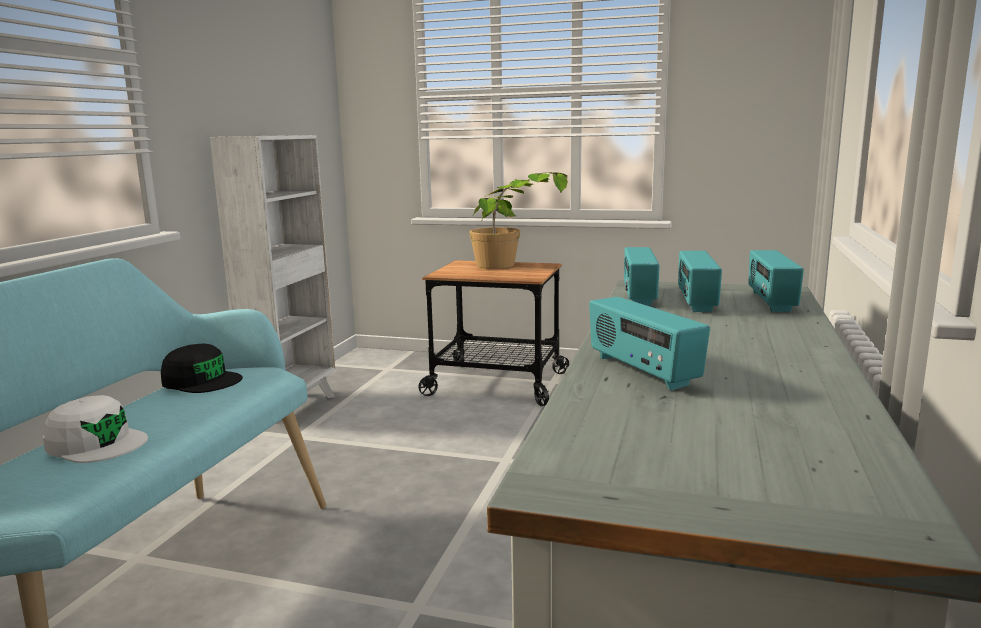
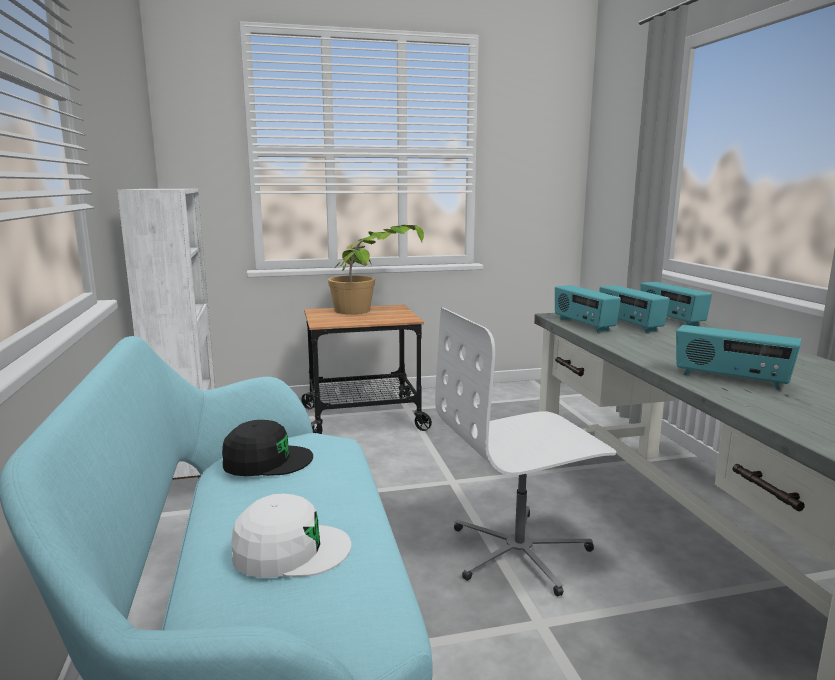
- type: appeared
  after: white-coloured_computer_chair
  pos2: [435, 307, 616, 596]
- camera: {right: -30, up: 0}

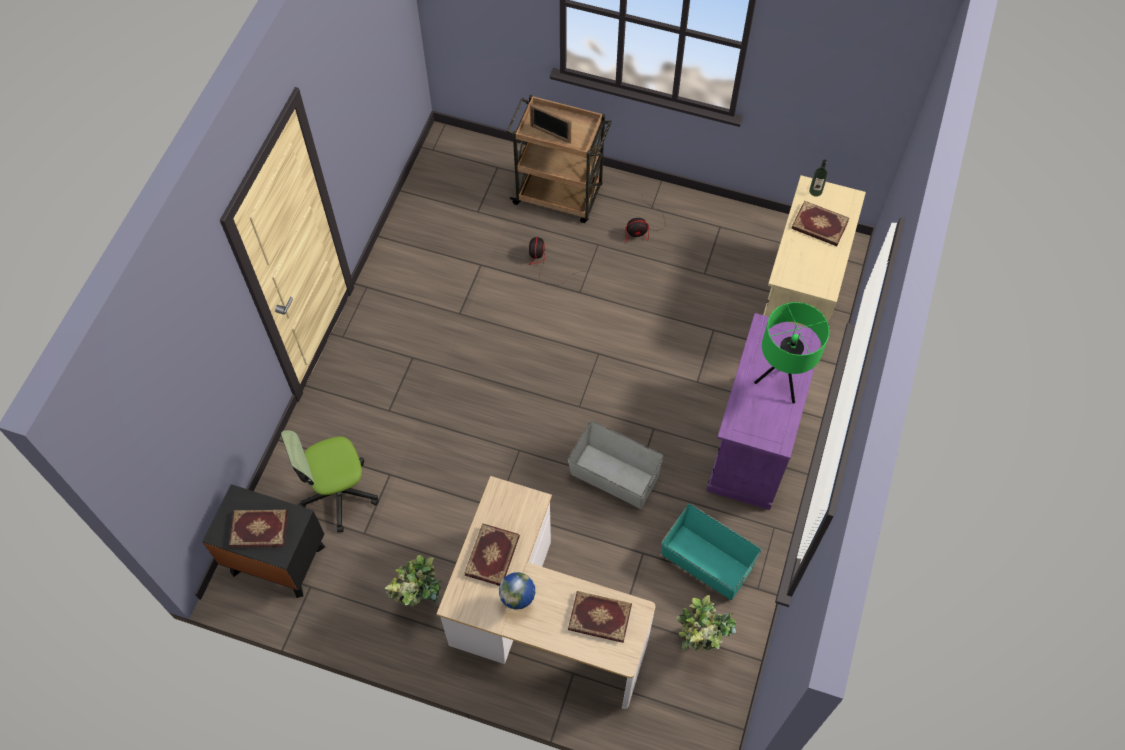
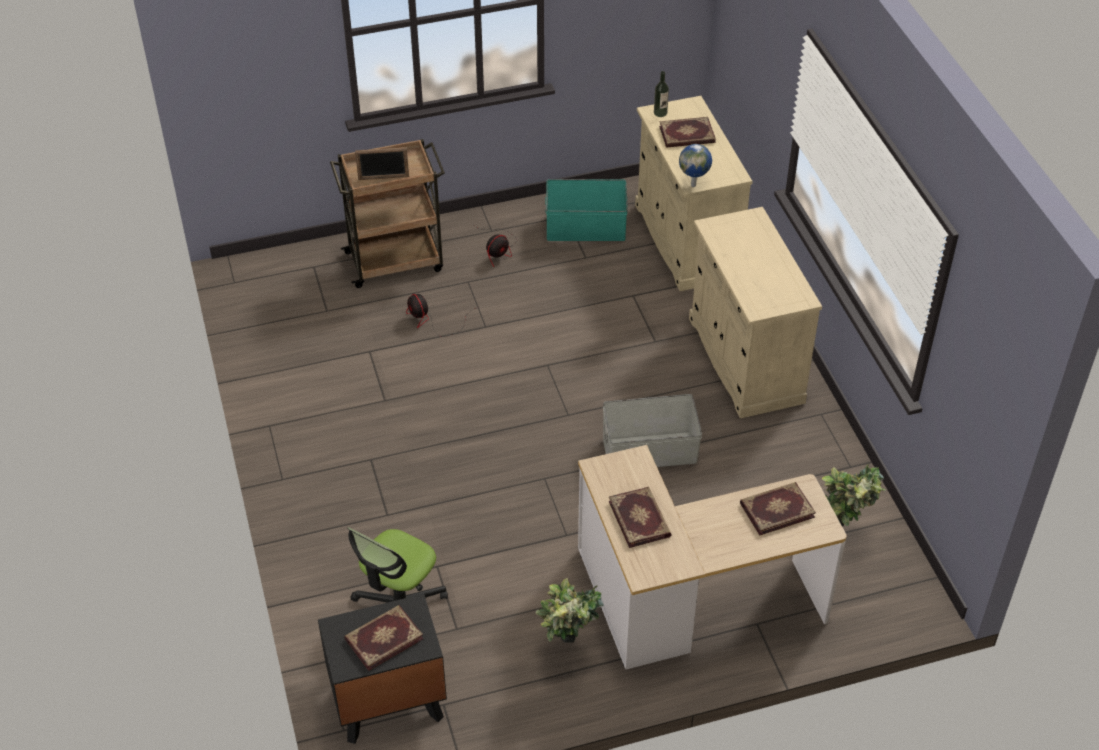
- type: missing
  before: green-coloured_table_lamp
  pos1: [754, 302, 829, 404]
- type: relocated
  before: desk_globe
  pos1: [499, 572, 535, 610]
  pos2: [679, 144, 712, 187]
- type: relocated
  before: turquoise-coloured_storage_bin
  pos1: [661, 504, 761, 600]
  pos2: [545, 179, 628, 241]
- type: colour
  before: purple-coloured_cabinet
  after: beige_cabinet
  pos1: [707, 313, 821, 510]
  pos2: [689, 207, 822, 418]
- camera: {right: -35, up: -15}

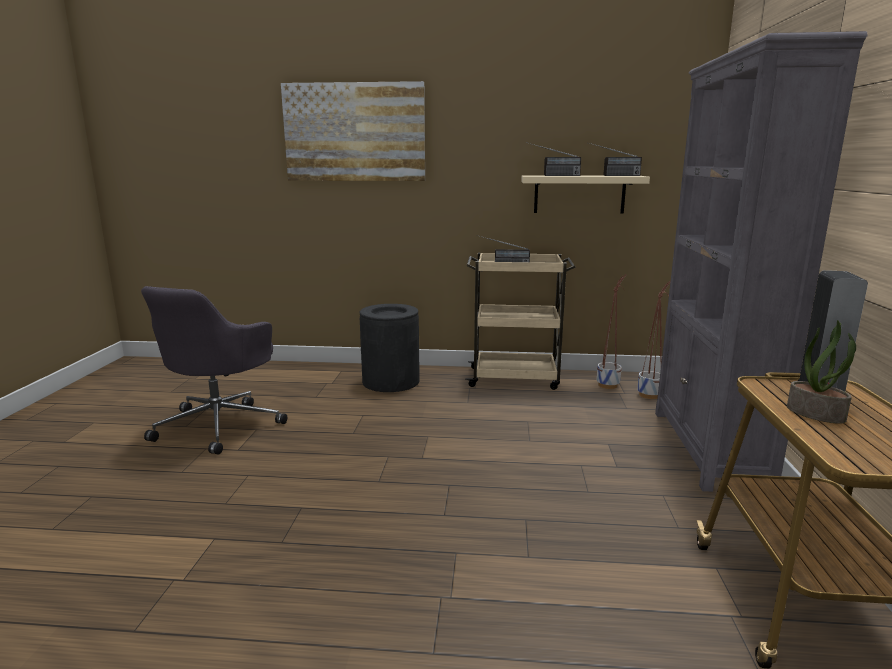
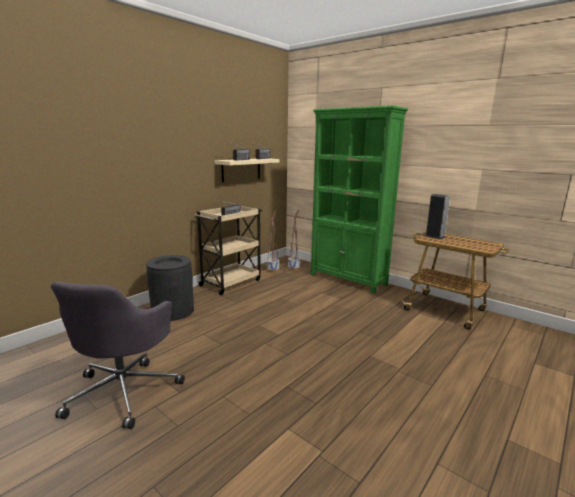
- type: missing
  before: wall_art
  pos1: [281, 81, 425, 181]
- type: missing
  before: plant_in_a_pot
  pos1: [787, 320, 856, 424]
- type: colour
  before: gray_shelving_unit
  after: green-coloured_shelving_unit
  pos1: [655, 31, 867, 492]
  pos2: [310, 105, 408, 294]
- type: spun
  before: gray_computer_chair
  pos1: [141, 286, 287, 454]
  pos2: [51, 282, 185, 429]
  turn: 45
- camera: {right: -55, up: 0}

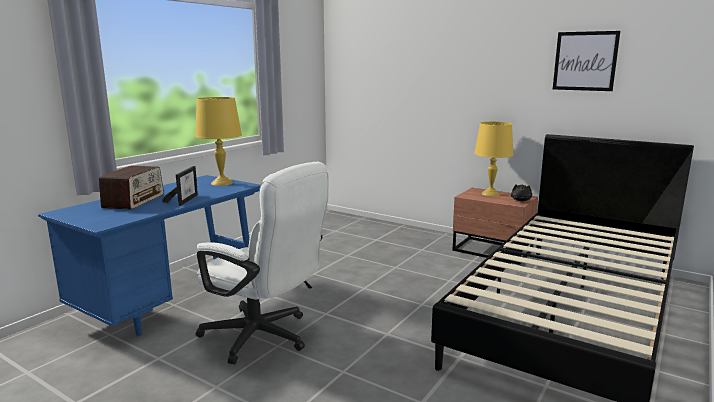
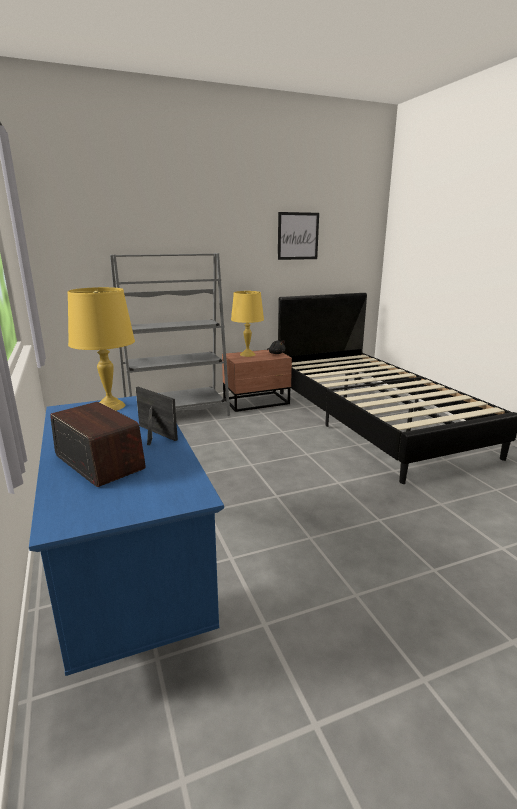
- type: missing
  before: white-coloured_computer_chair
  pos1: [196, 162, 329, 364]
- type: appeared
  after: gray_shelving_unit
  pos2: [110, 253, 230, 416]
- camera: {right: -55, up: 5}

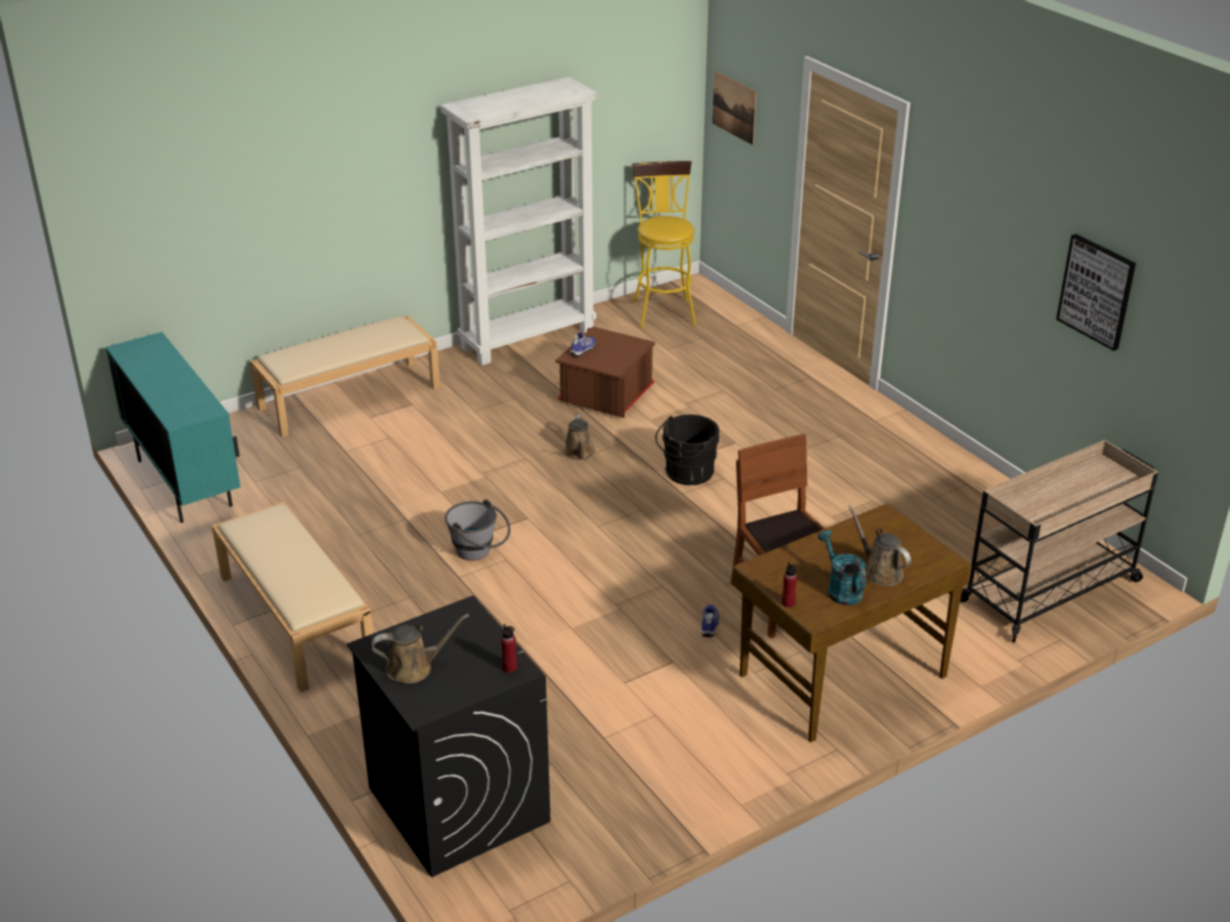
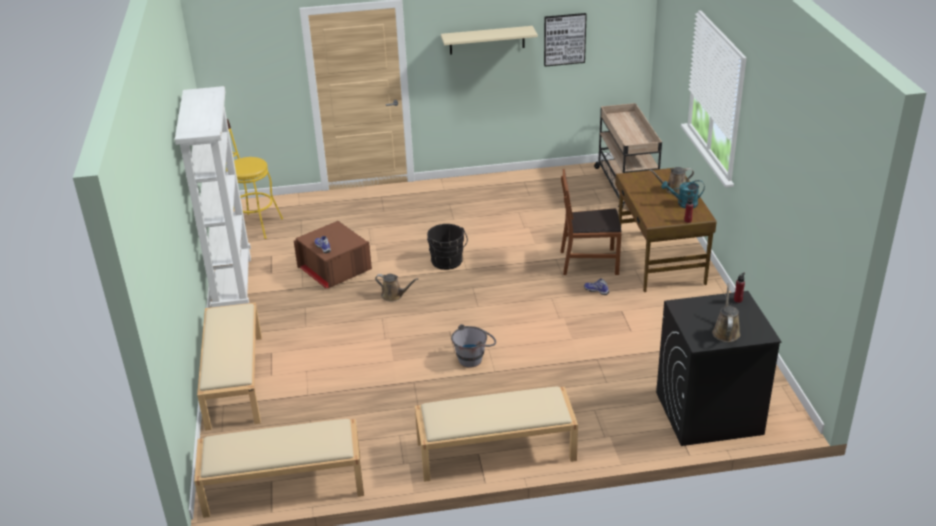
- type: missing
  before: wall_art
  pos1: [712, 71, 757, 145]
- type: appeared
  after: beige_shelf
  pos2: [441, 26, 538, 55]
- type: exchanged
  before: turquoise-coloured_cabinet
  after: beige_indoor_bench
  pos1: [106, 332, 241, 523]
  pos2: [194, 419, 364, 518]
- camera: {right: -65, up: 0}

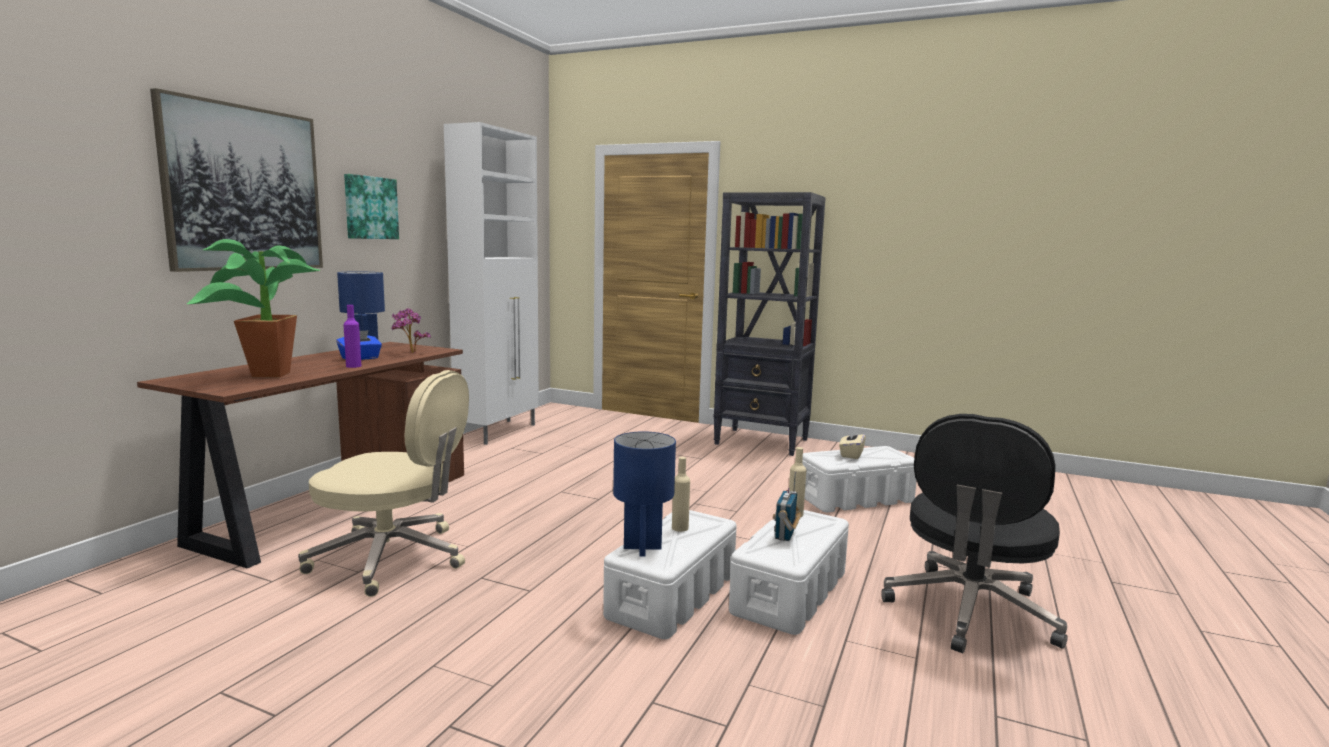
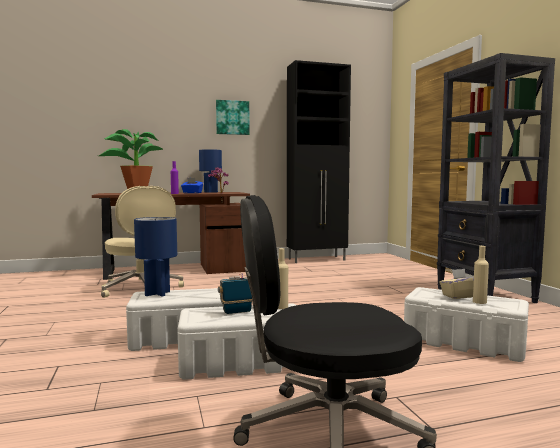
- type: missing
  before: wall_art
  pos1: [150, 88, 323, 272]
- type: relocated
  before: beige_beverage_bottle
  pos1: [672, 457, 690, 532]
  pos2: [473, 246, 489, 304]
- type: colour
  before: white-coloured_cabinet
  after: black_cabinet
  pos1: [444, 122, 539, 445]
  pos2: [287, 60, 351, 263]
- camera: {right: 50, up: -5}

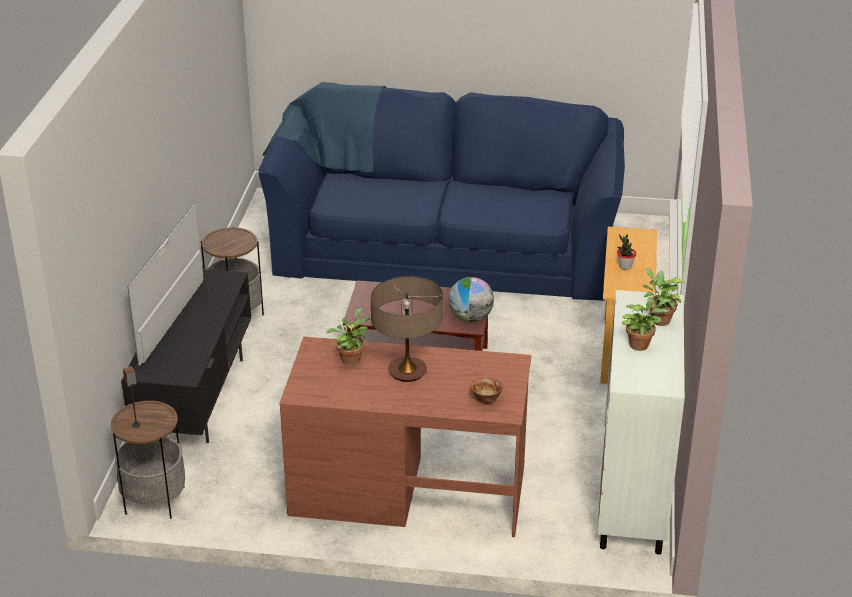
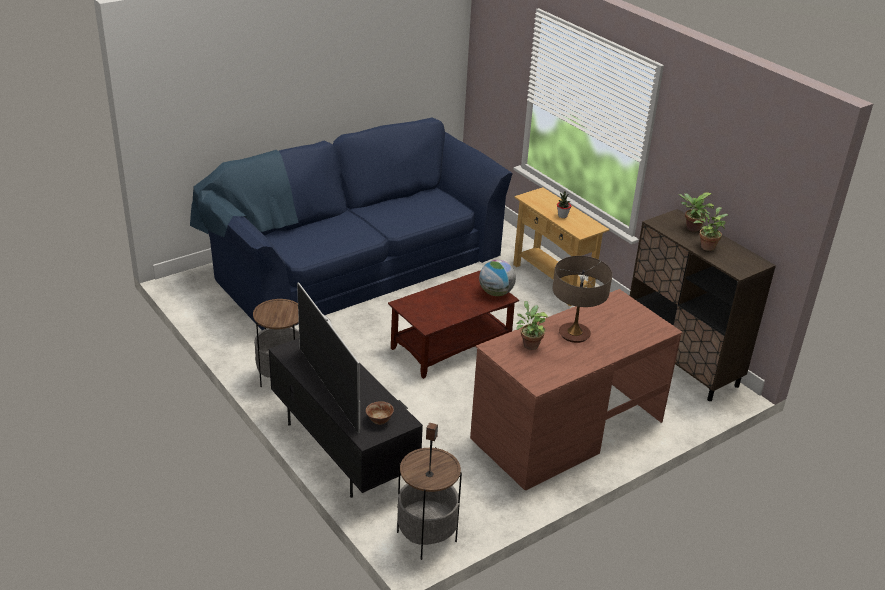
- type: relocated
  before: deep_dish
  pos1: [470, 377, 504, 404]
  pos2: [366, 401, 394, 425]
- type: colour
  before: white-coloured_cabinet
  after: brownish_cabinet
  pos1: [598, 290, 685, 555]
  pos2: [630, 209, 776, 401]
- camera: {right: -45, up: 0}

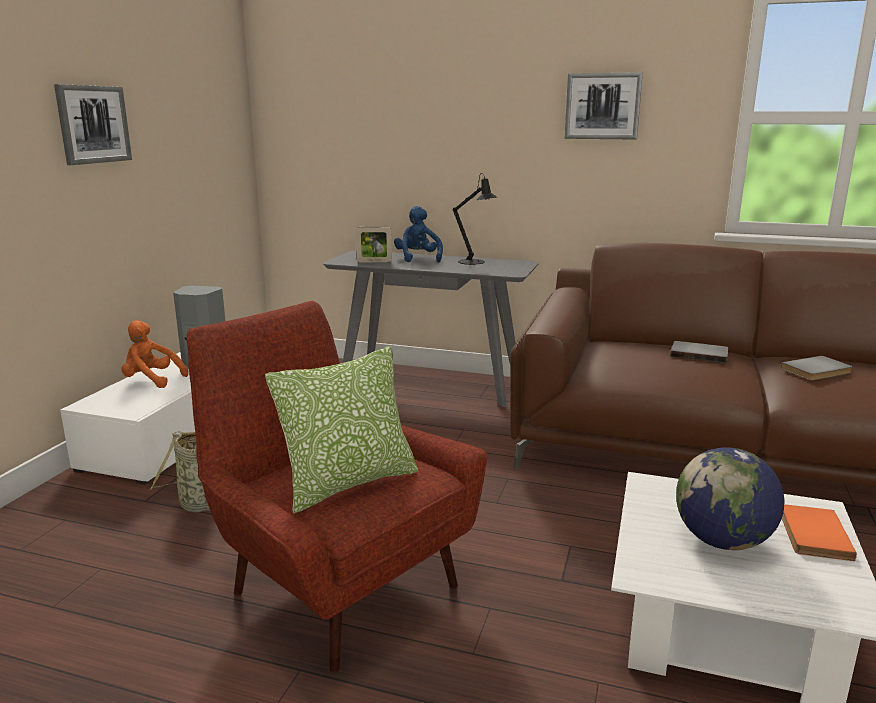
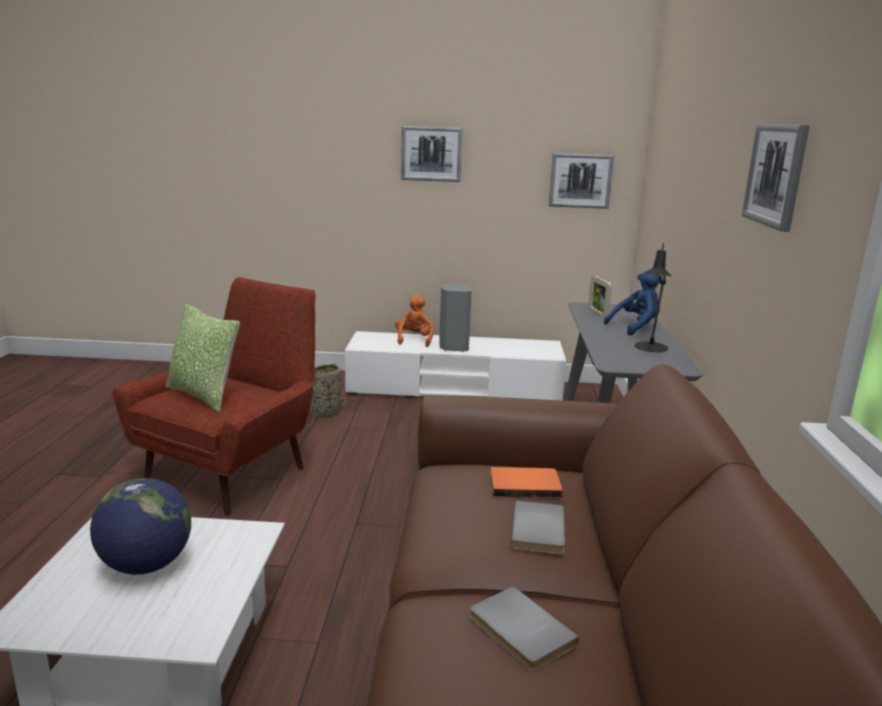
- type: appeared
  after: wall_art
  pos2: [549, 153, 614, 209]
- type: relocated
  before: orangey_volume
  pos1: [782, 504, 857, 561]
  pos2: [490, 467, 563, 498]
- camera: {right: 75, up: 0}

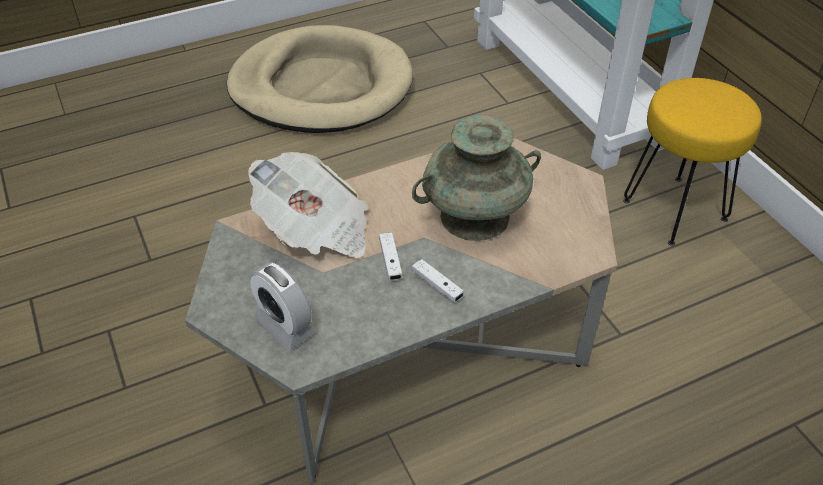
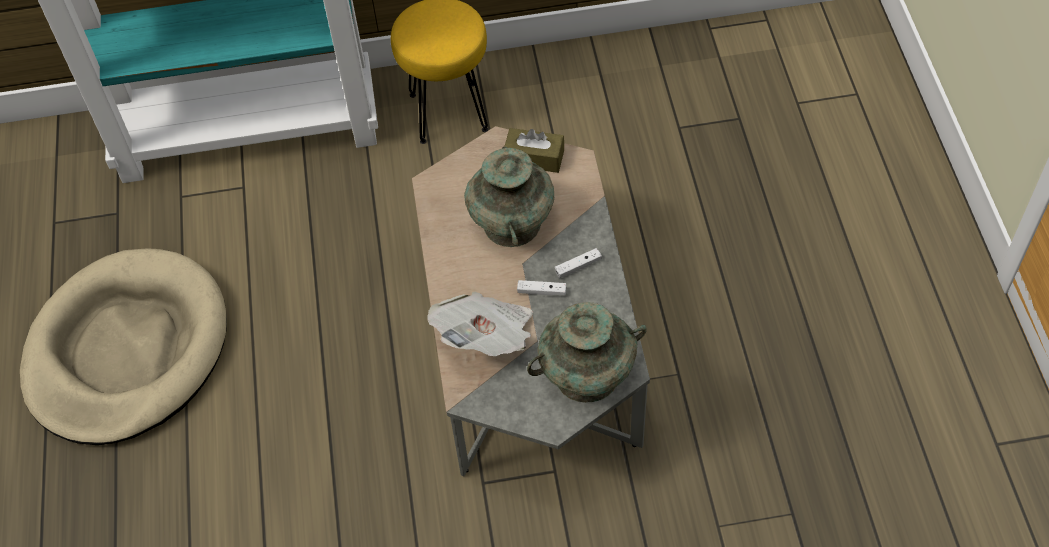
- type: appeared
  after: brownish_tissue_box
  pos2: [505, 128, 564, 173]
- type: exchanged
  before: table_clock
  after: turquoise-coloured_decorative_vase
  pos1: [250, 262, 316, 351]
  pos2: [527, 302, 647, 403]
- camera: {right: -70, up: 10}

